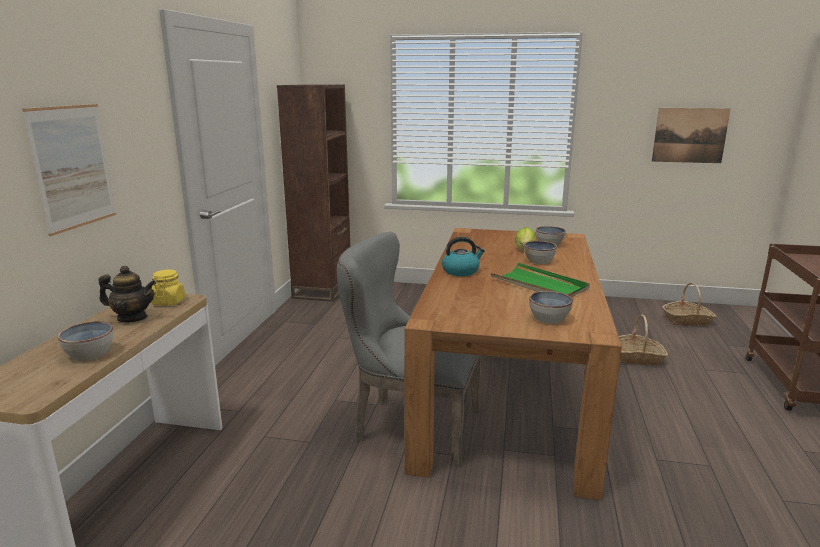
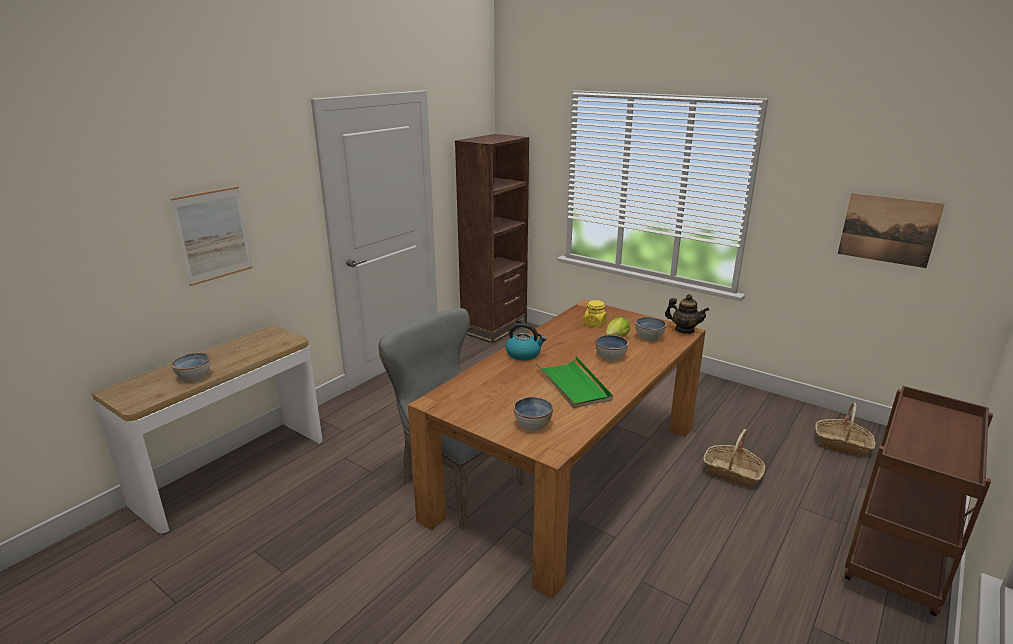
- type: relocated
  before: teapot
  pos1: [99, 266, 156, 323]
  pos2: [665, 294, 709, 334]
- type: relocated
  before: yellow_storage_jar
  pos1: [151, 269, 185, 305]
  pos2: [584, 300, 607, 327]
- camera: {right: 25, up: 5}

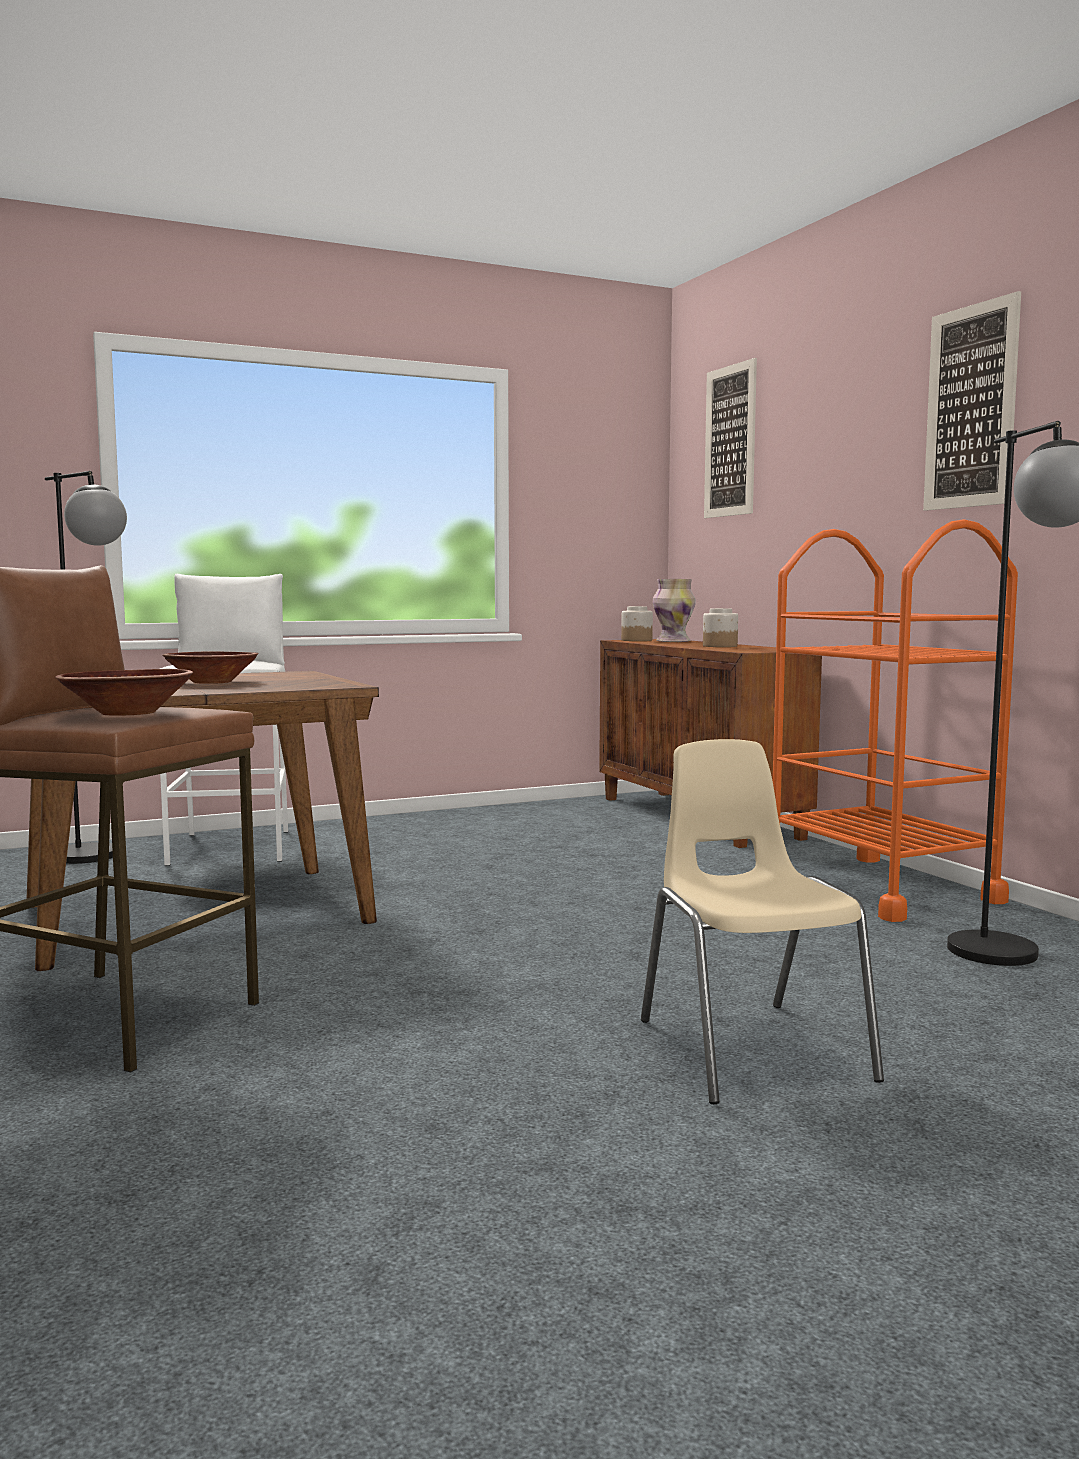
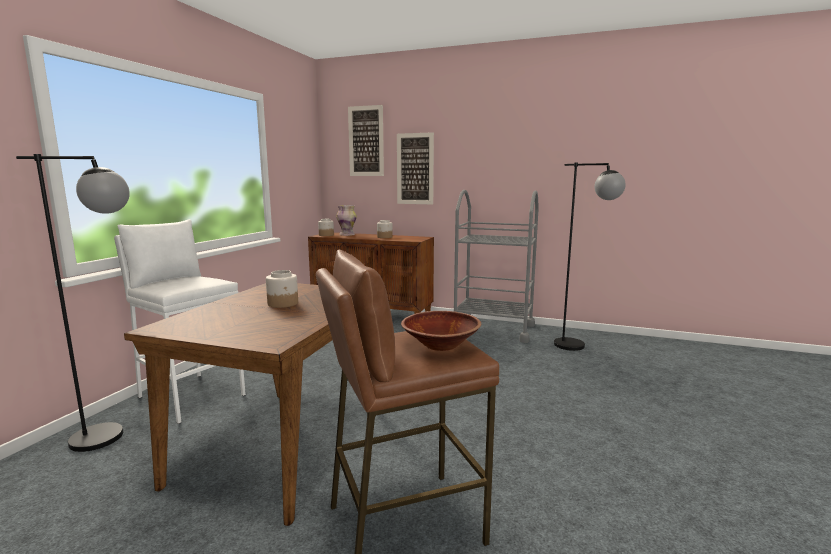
- type: missing
  before: beige_chair
  pos1: [641, 739, 884, 1104]
- type: relocated
  before: wall_art
  pos1: [923, 291, 1021, 511]
  pos2: [397, 132, 434, 205]
- type: exchanged
  before: brownish_deep_dish
  after: storage_jar
  pos1: [162, 651, 259, 684]
  pos2: [266, 270, 298, 308]
- type: colour
  before: orangey_trolley
  after: gray_trolley
  pos1: [773, 519, 1018, 922]
  pos2: [454, 190, 539, 343]
- camera: {right: -45, up: 5}

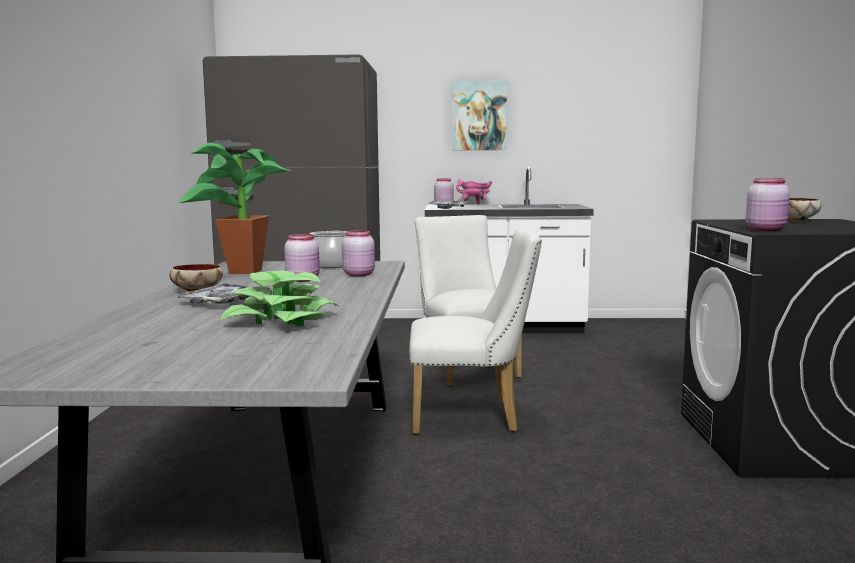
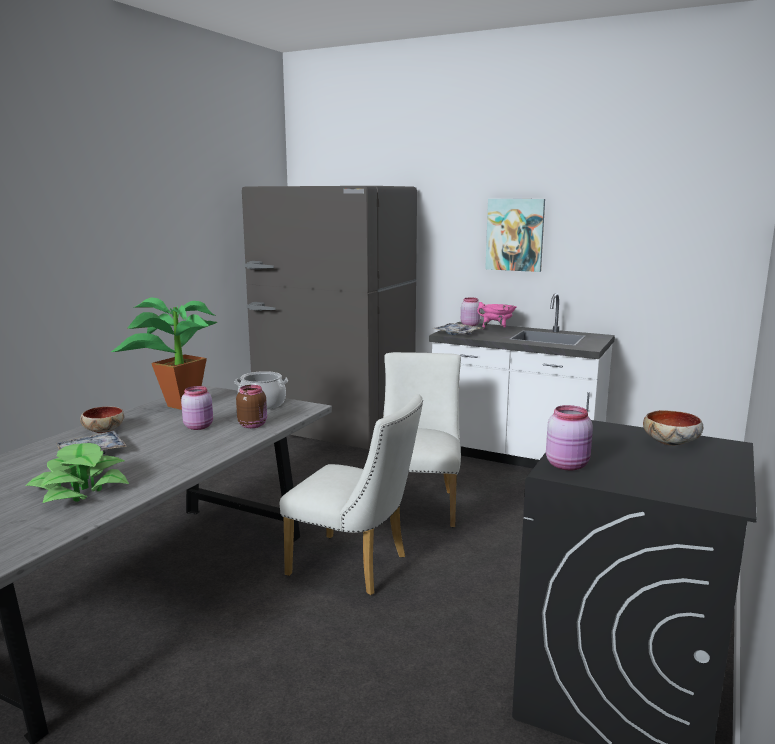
- type: colour
  before: pinkish_storage_jar
  after: brownish_storage_jar
  pos1: [342, 230, 375, 276]
  pos2: [236, 385, 267, 428]
- camera: {right: 25, up: 5}

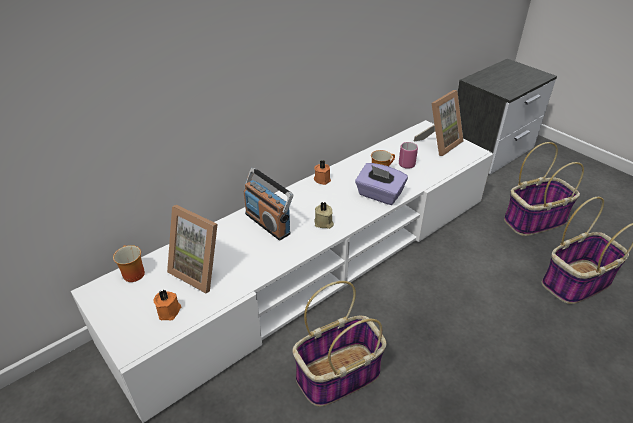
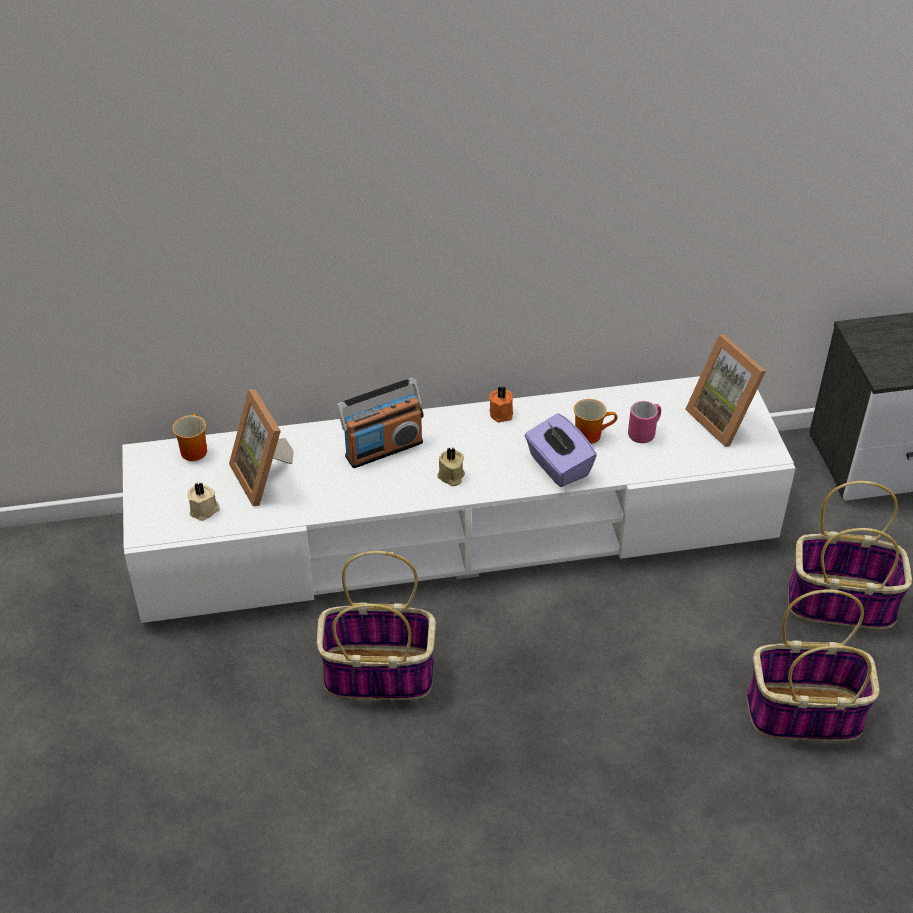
- type: colour
  before: orangey_wax_light
  after: beige_wax_light
  pos1: [153, 290, 181, 321]
  pos2: [187, 482, 220, 521]
- type: spun
  before: radio_set
  pos1: [244, 168, 293, 240]
  pos2: [337, 378, 424, 468]
  turn: -105
- type: spun
  before: picture_frame
  pos1: [414, 90, 463, 156]
  pos2: [685, 334, 766, 447]
  turn: 75
- camera: {right: 30, up: 5}

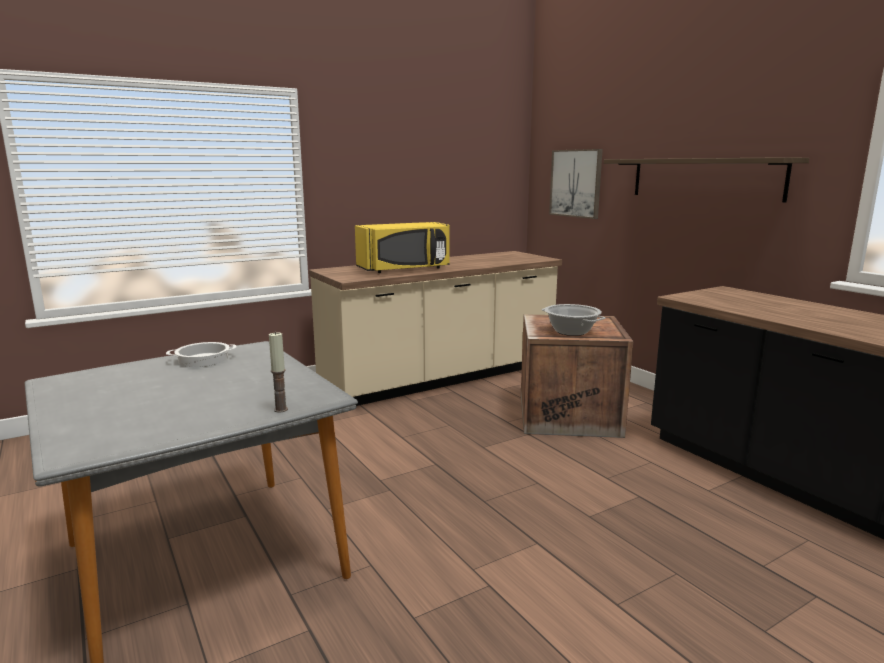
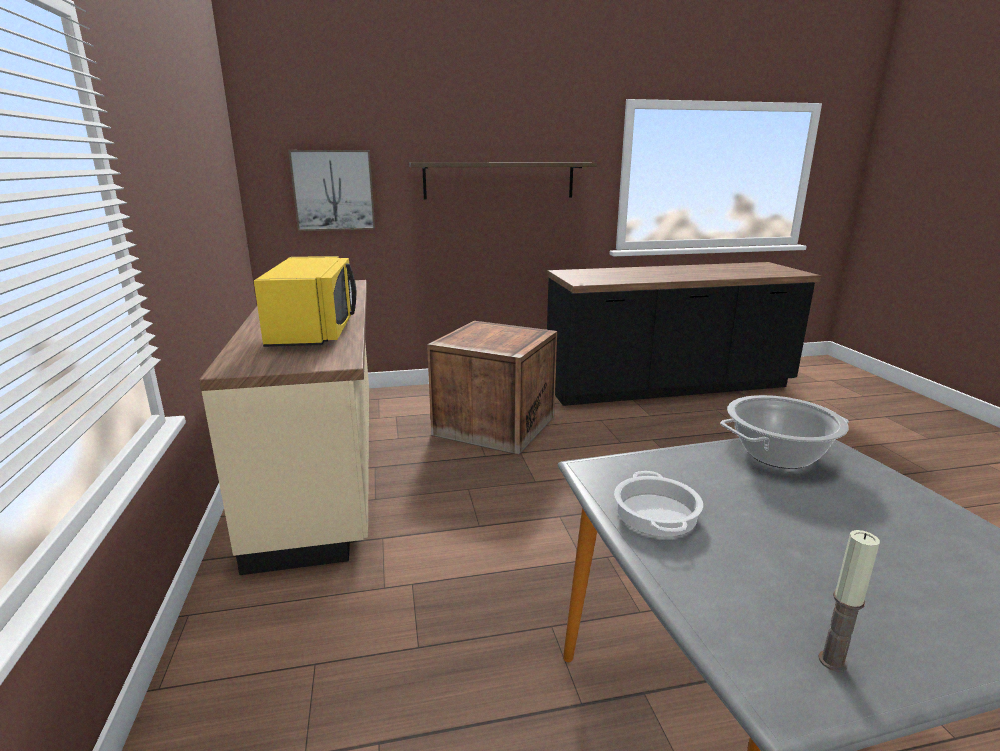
- type: relocated
  before: wax_light
  pos1: [269, 332, 288, 413]
  pos2: [818, 530, 880, 672]
- type: relocated
  before: cooking_pot
  pos1: [541, 304, 605, 336]
  pos2: [720, 395, 849, 469]
- camera: {right: -70, up: 5}

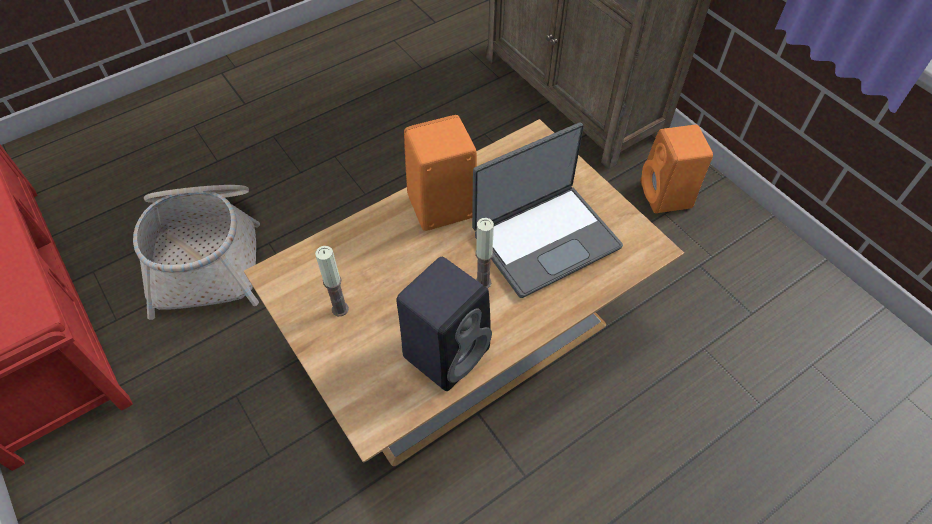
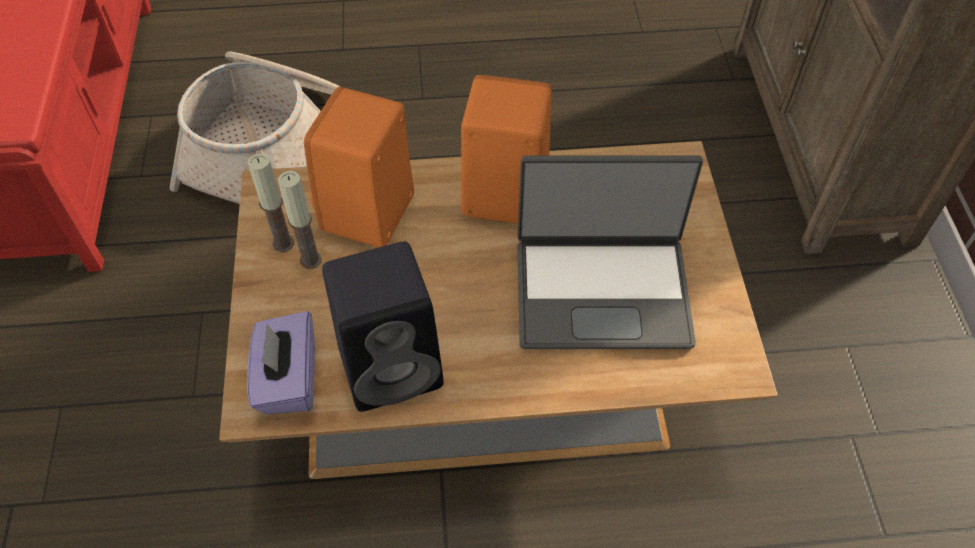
- type: appeared
  after: purple-coloured_tissue_box
  pos2: [247, 311, 315, 414]
- type: relocated
  before: wax_light
  pos1: [475, 218, 494, 289]
  pos2: [247, 153, 294, 252]
- type: relocated
  before: orangey_audio_speaker
  pos1: [641, 125, 713, 213]
  pos2: [304, 87, 414, 247]
- camera: {right: 30, up: 0}

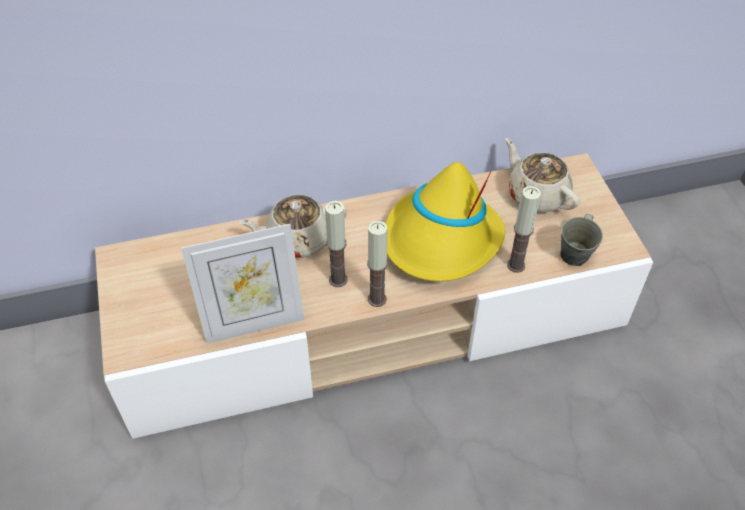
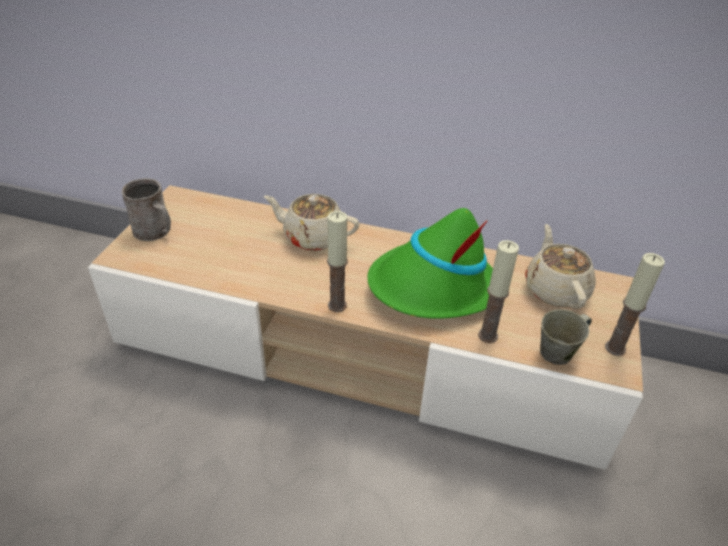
- type: missing
  before: picture_frame
  pos1: [181, 224, 304, 344]
- type: appeared
  after: gray_tea_mug
  pos2: [122, 178, 171, 241]
- type: relocated
  before: wax_light
  pos1: [325, 201, 348, 287]
  pos2: [605, 253, 665, 356]
- type: colour
  before: yellow_hat
  after: green-coloured_hat
  pos1: [385, 162, 505, 281]
  pos2: [367, 208, 493, 319]
- camera: {right: 30, up: -10}

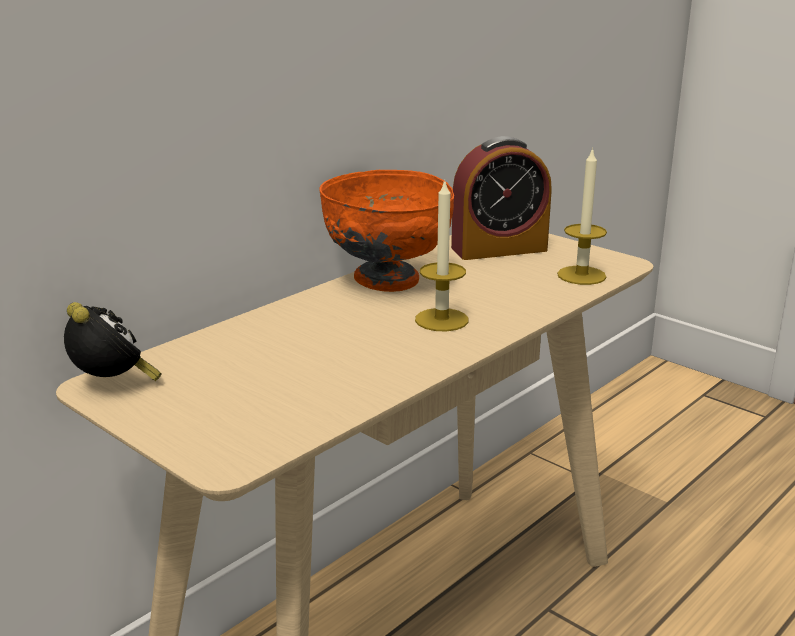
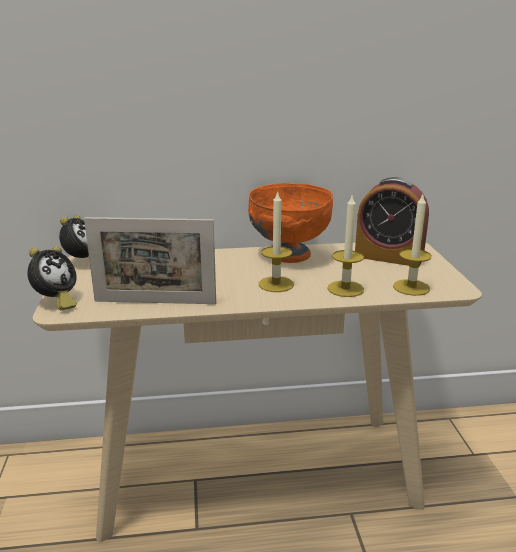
- type: appeared
  after: table_clock
  pos2: [27, 247, 77, 310]
- type: appeared
  after: picture_frame
  pos2: [84, 217, 216, 304]
- type: appeared
  after: wax_light
  pos2: [327, 196, 364, 297]
- camera: {right: 40, up: 0}

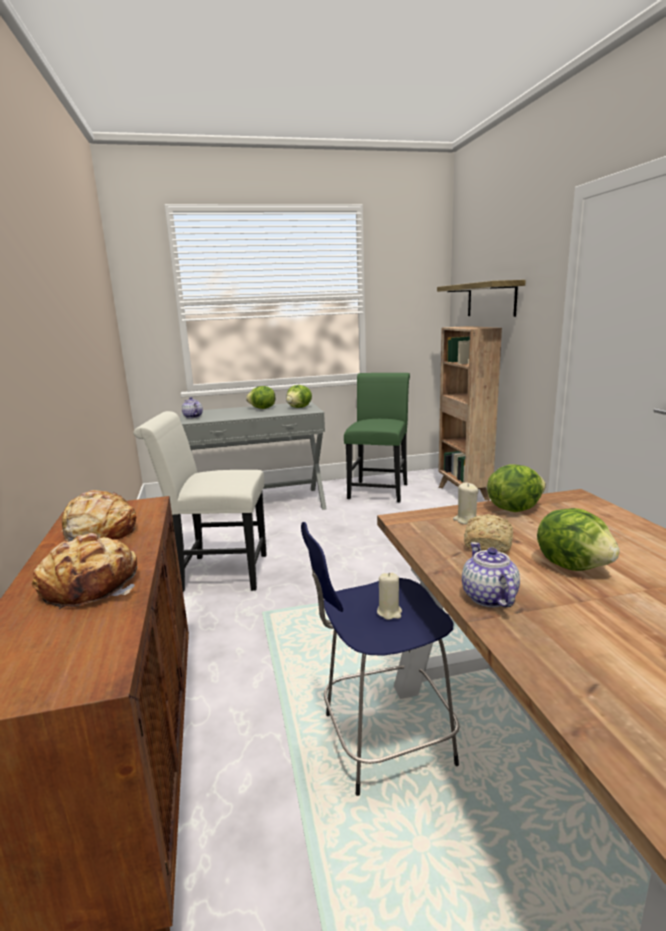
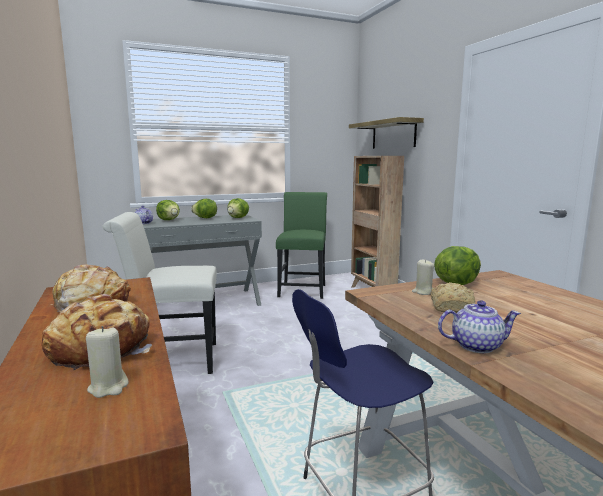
- type: relocated
  before: beige_wax_light
  pos1: [377, 573, 402, 620]
  pos2: [86, 326, 129, 398]
- type: relocated
  before: head_of_lettuce
  pos1: [537, 508, 620, 571]
  pos2: [156, 200, 180, 220]
- type: spun
  before: teapot
  pos1: [462, 542, 520, 607]
  pos2: [438, 300, 521, 353]
  turn: 105
- camera: {right: -10, up: -5}

